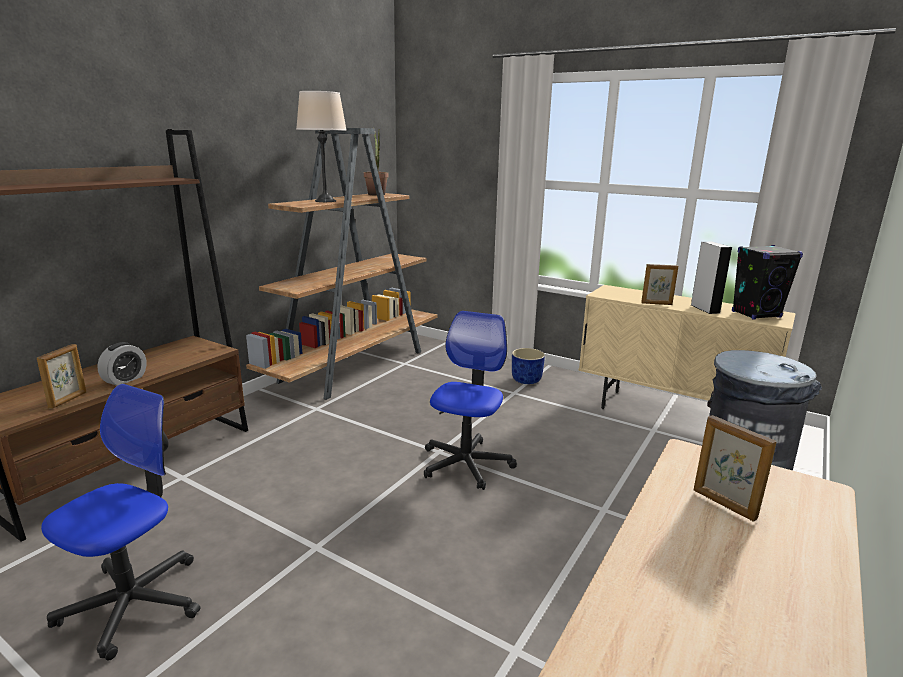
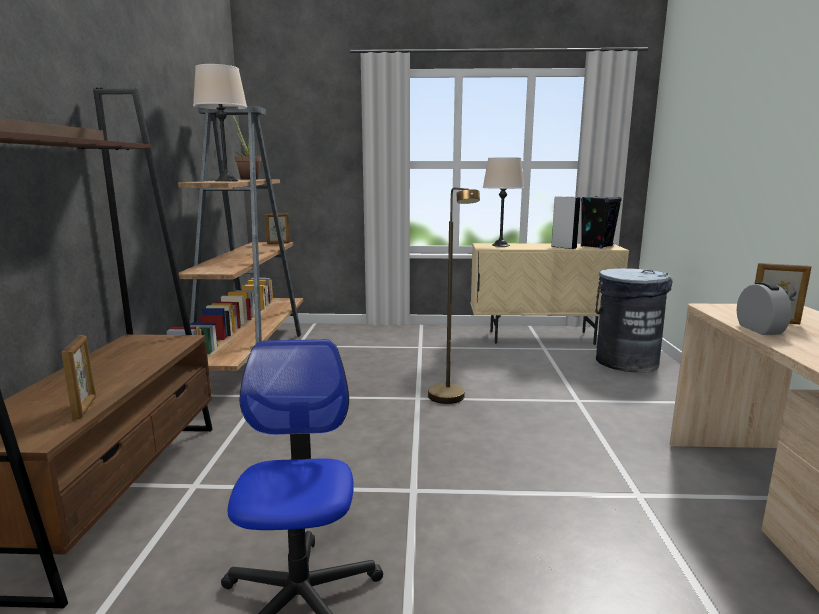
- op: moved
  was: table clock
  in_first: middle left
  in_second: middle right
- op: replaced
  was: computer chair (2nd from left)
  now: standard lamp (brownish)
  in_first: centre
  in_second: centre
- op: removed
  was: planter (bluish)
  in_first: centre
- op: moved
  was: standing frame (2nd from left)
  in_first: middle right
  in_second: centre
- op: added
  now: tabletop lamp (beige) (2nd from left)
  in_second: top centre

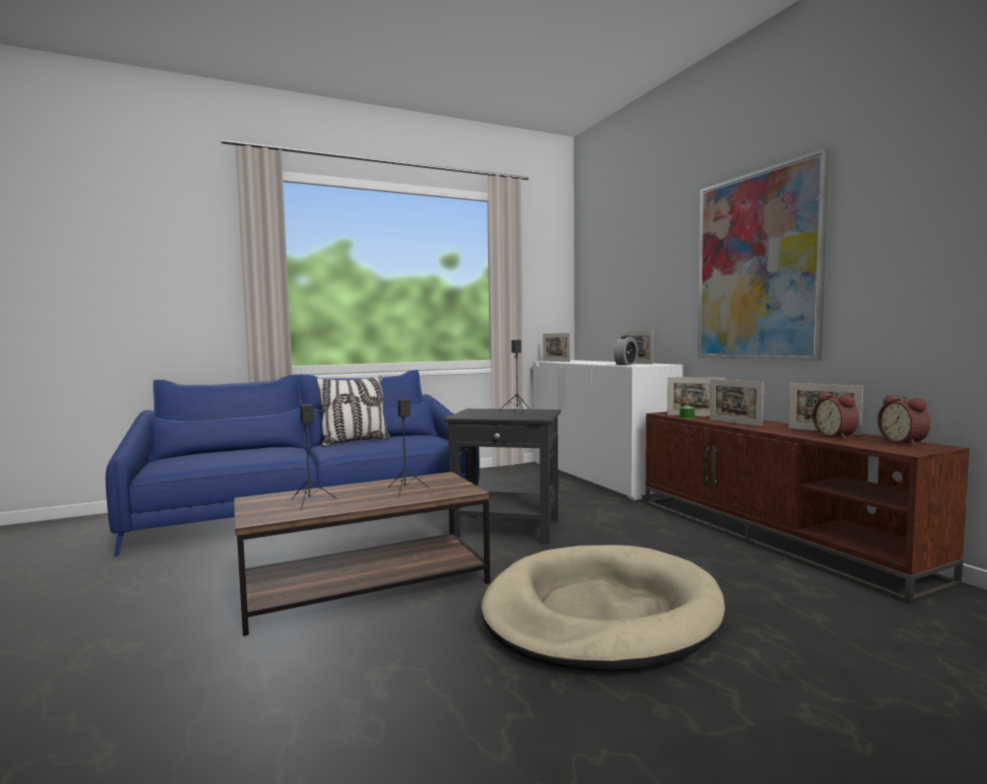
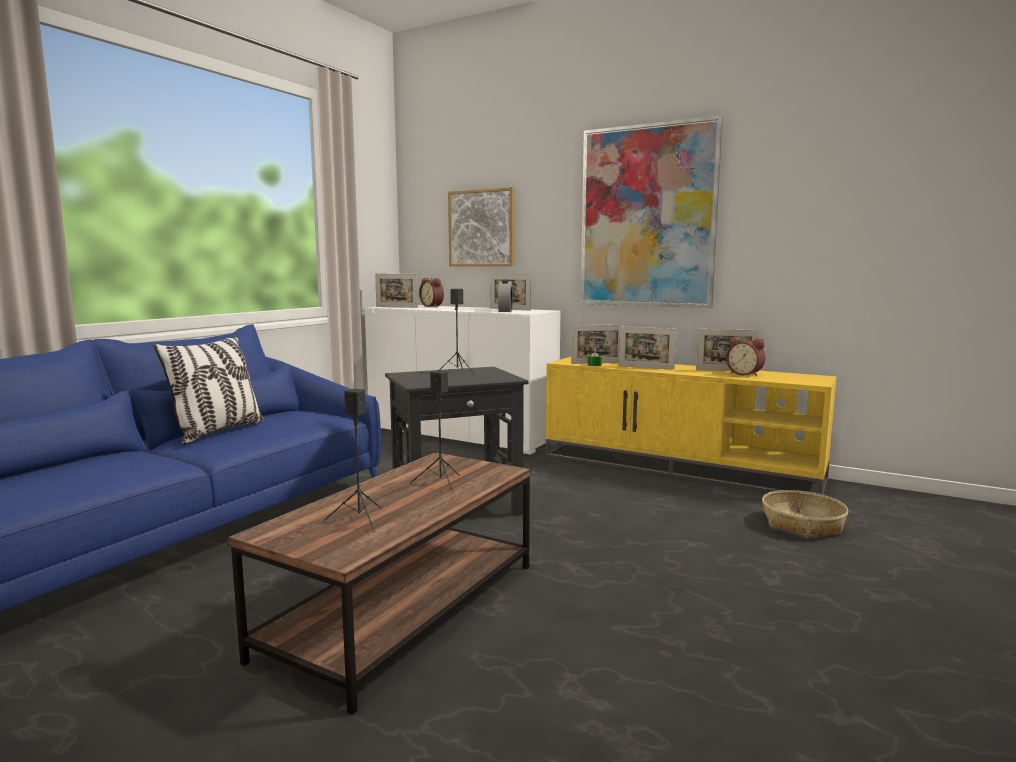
- op: removed
  was: pet bed (beige)
  in_first: bottom centre
- op: recoloured
  was: media console (brownish)
  now: media console (yellowish)
  in_first: middle right
  in_second: middle right
- op: moved
  was: table clock (3rd from left in the first image)
  now: table clock (1st from left)
  in_first: middle right
  in_second: centre
- op: added
  now: picture (1st from left)
  in_second: top centre
- op: added
  now: basket
  in_second: bottom right

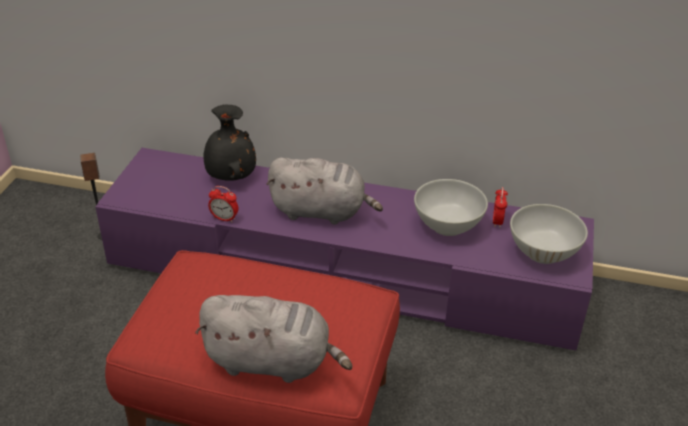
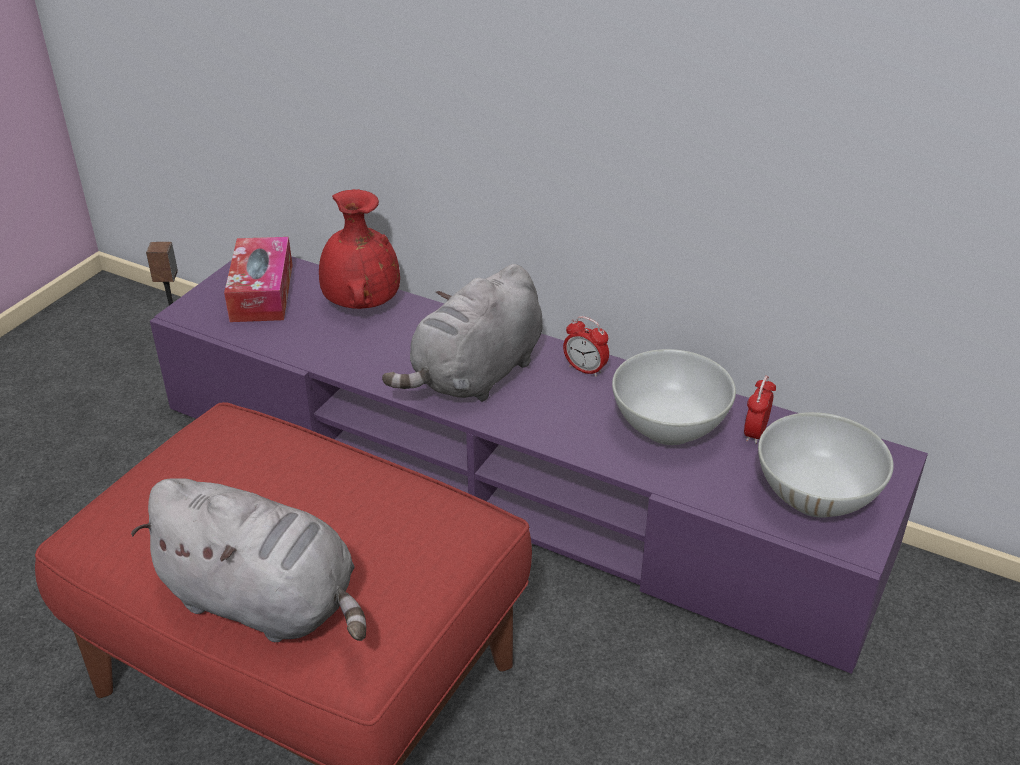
- op: recoloured
  was: vase (black)
  now: vase (red-coloured)
  in_first: middle left
  in_second: top centre
- op: moved
  was: table clock (1st from left)
  in_first: middle left
  in_second: centre
- op: turned
  was: soft toy (grey) (2nd from left)
  in_first: centre
  in_second: centre
  clockwise: 105
- op: added
  now: tissue holder
  in_second: middle left

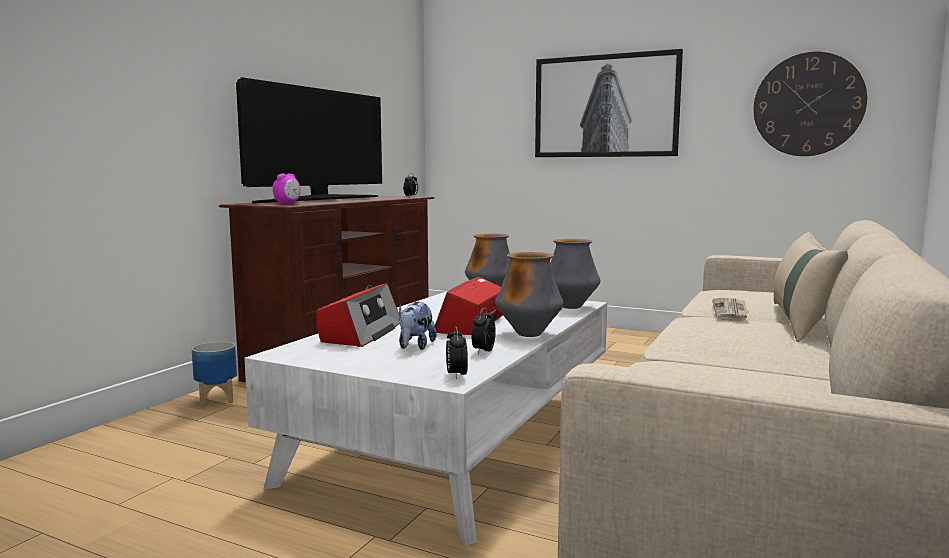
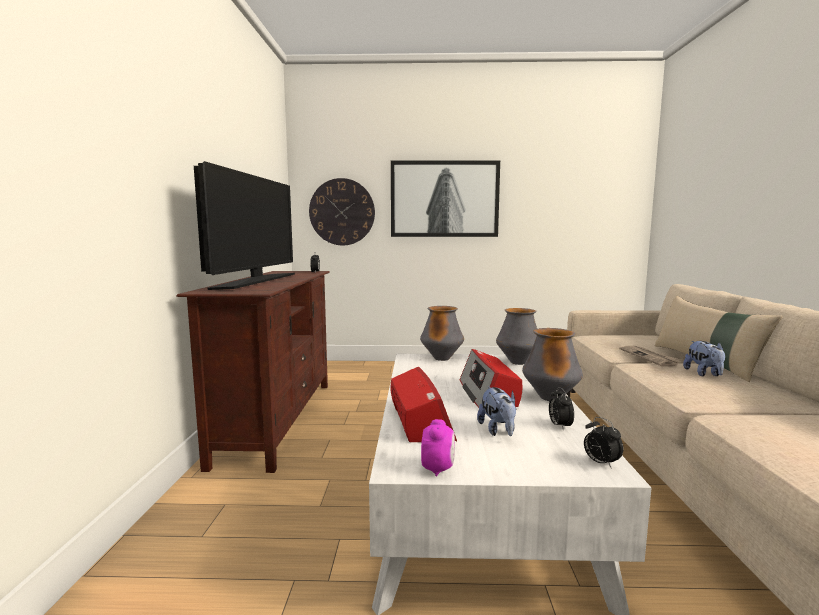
- op: removed
  was: planter
  in_first: bottom left
- op: moved
  was: table clock (1st from left in the first image)
  now: table clock (2nd from left)
  in_first: middle left
  in_second: bottom centre
- op: moved
  was: hanging clock
  in_first: top right
  in_second: centre
- op: added
  now: soft toy (2nd from left)
  in_second: middle right

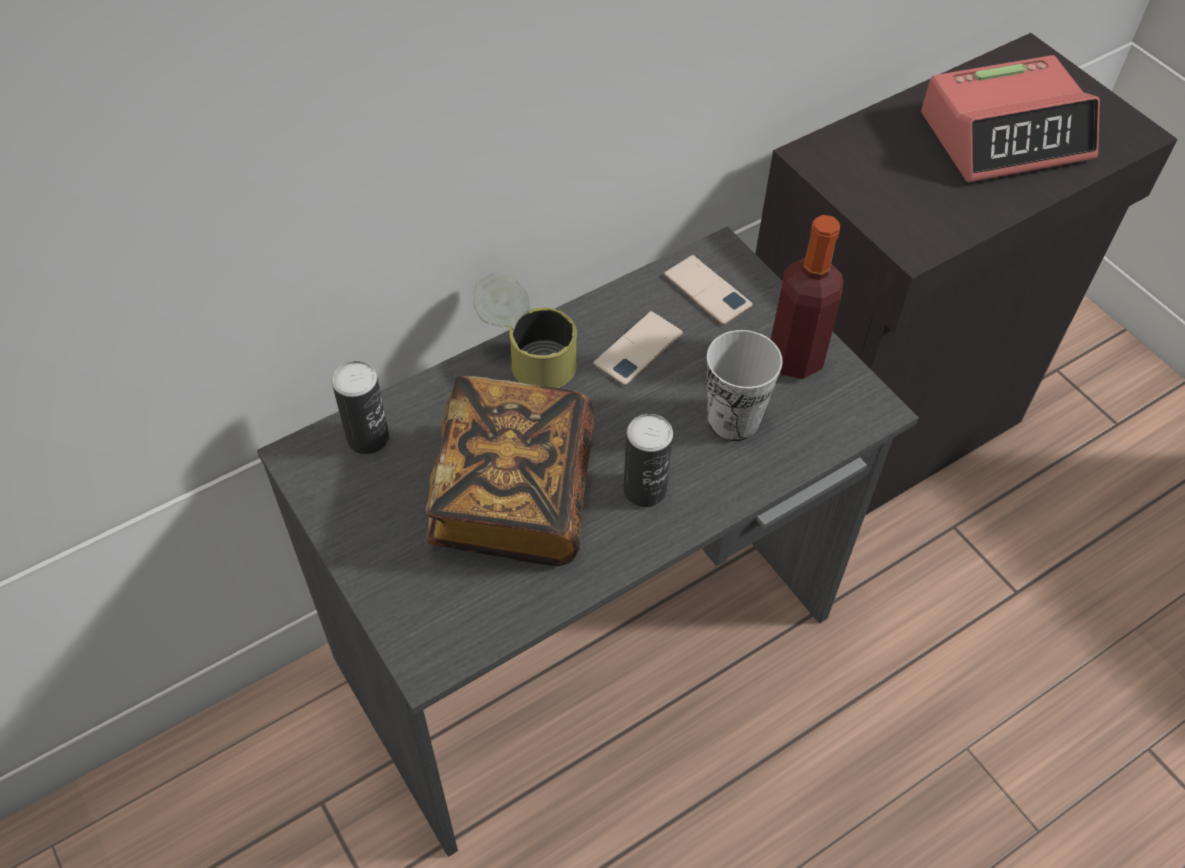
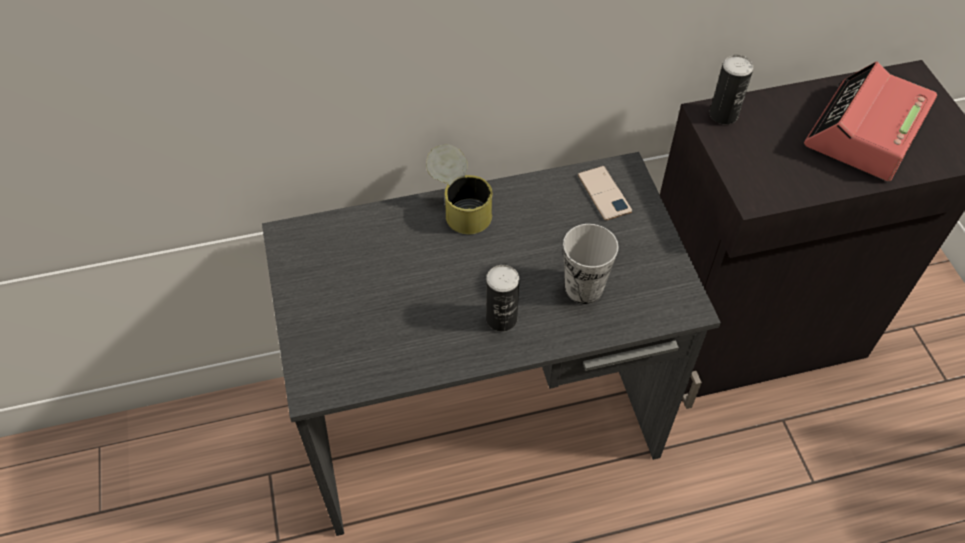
- op: moved
  was: can (1st from left in the first image)
  now: can (3rd from left)
  in_first: middle left
  in_second: top right
- op: removed
  was: volume
  in_first: centre
- op: removed
  was: phone (1st from left)
  in_first: centre
- op: removed
  was: beverage bottle
  in_first: middle right
- op: turned
  was: table clock
  in_first: top right
  in_second: top right
  clockwise: 120

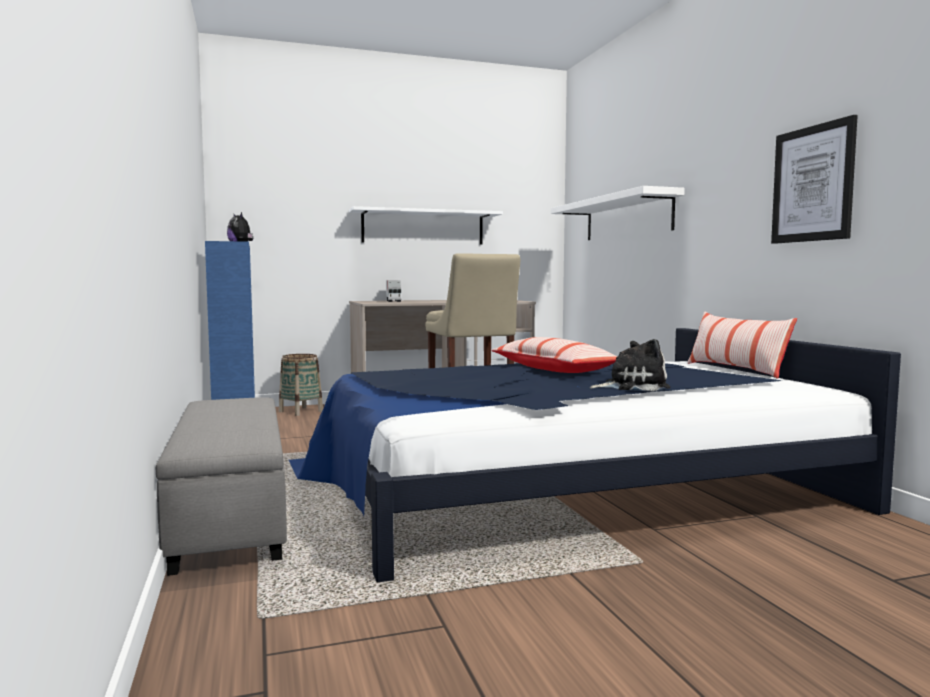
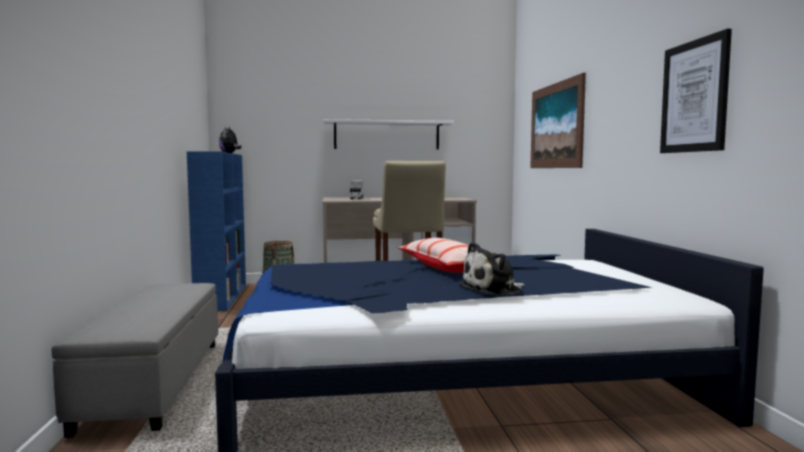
- op: replaced
  was: wall shelf (white) (2nd from left)
  now: picture (1st from left)
  in_first: top centre
  in_second: top right
- op: turned
  was: soft toy (2nd from left)
  in_first: middle right
  in_second: centre
  clockwise: 150
- op: removed
  was: cushion (2nd from left)
  in_first: middle right

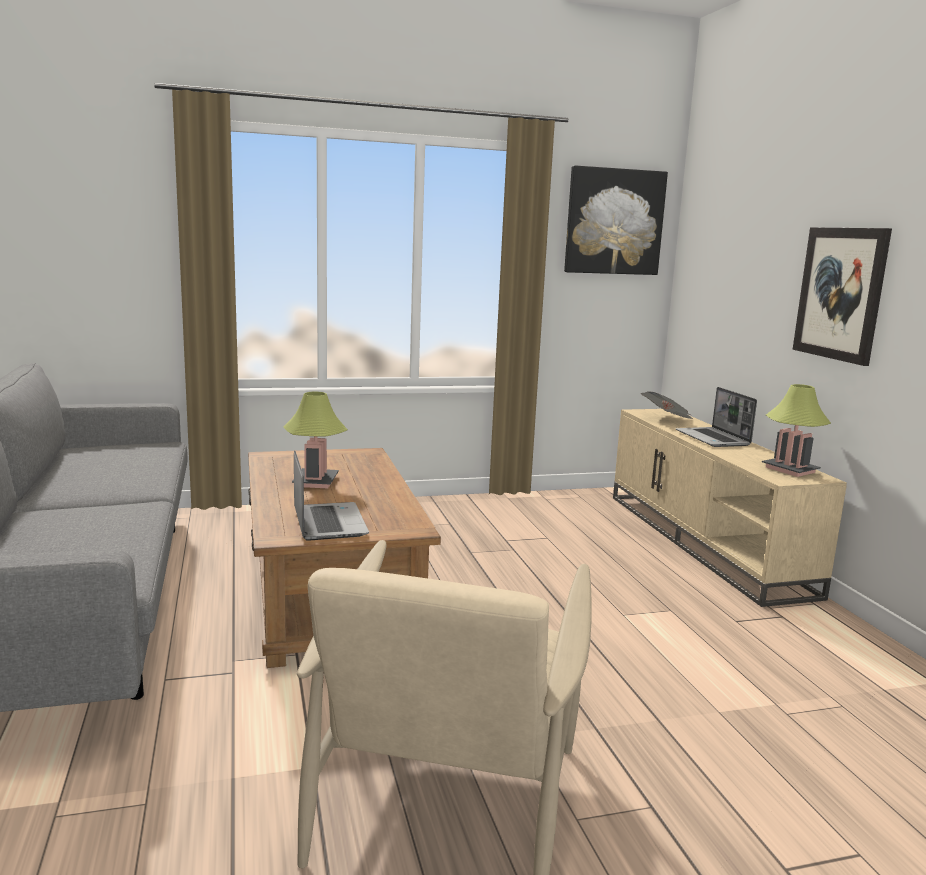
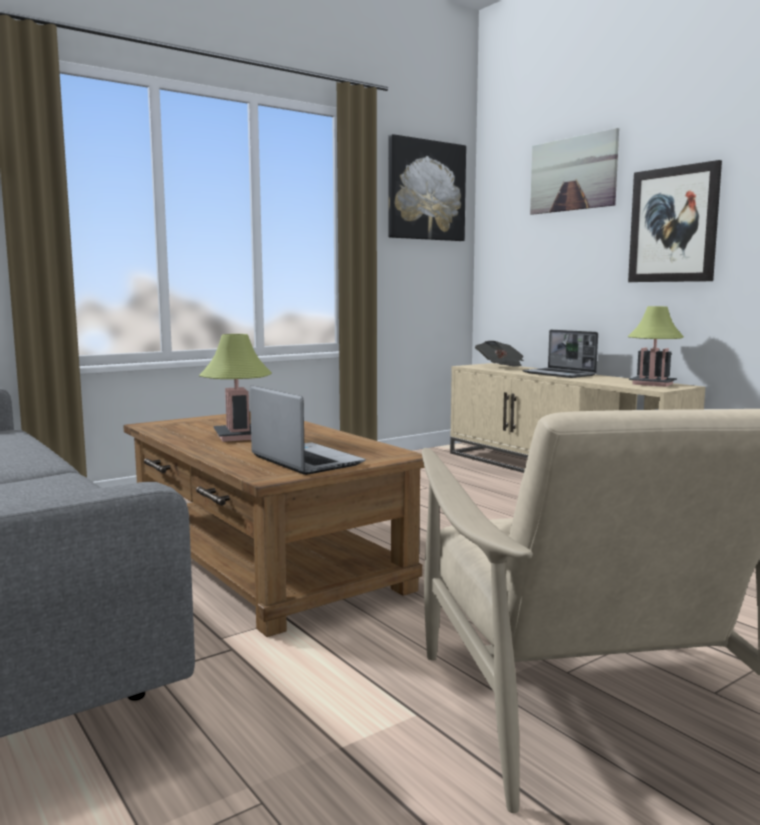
- op: added
  now: picture (2nd from left)
  in_second: top right

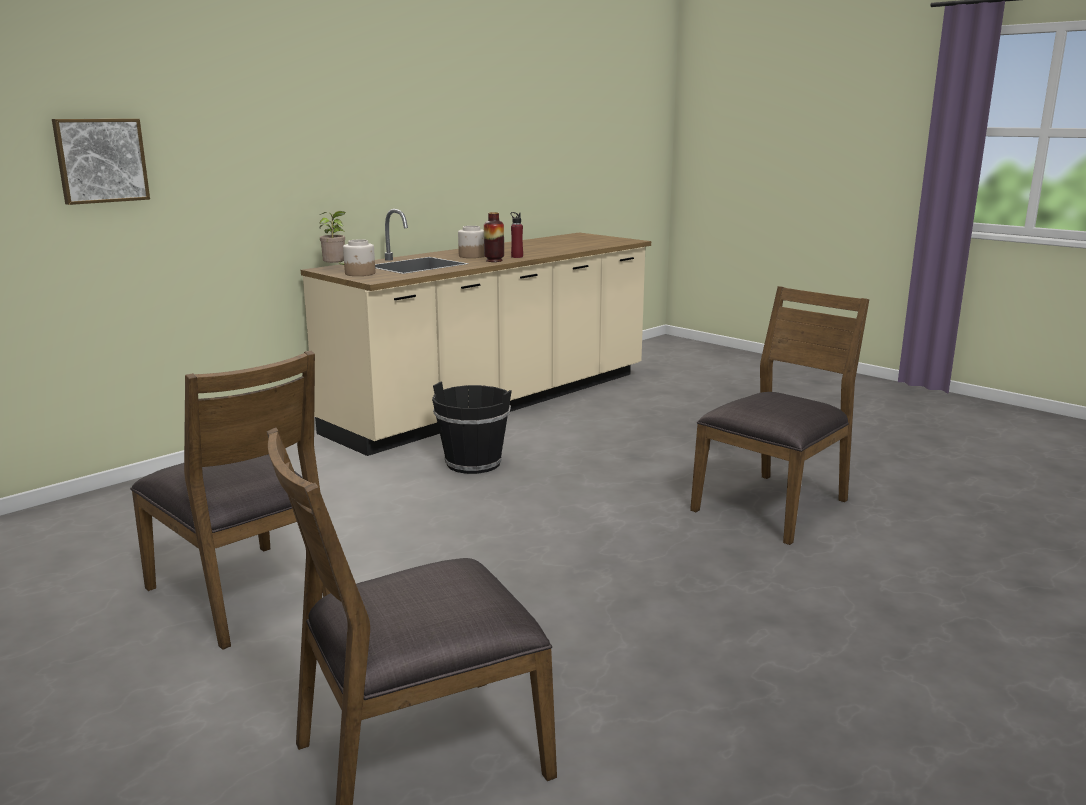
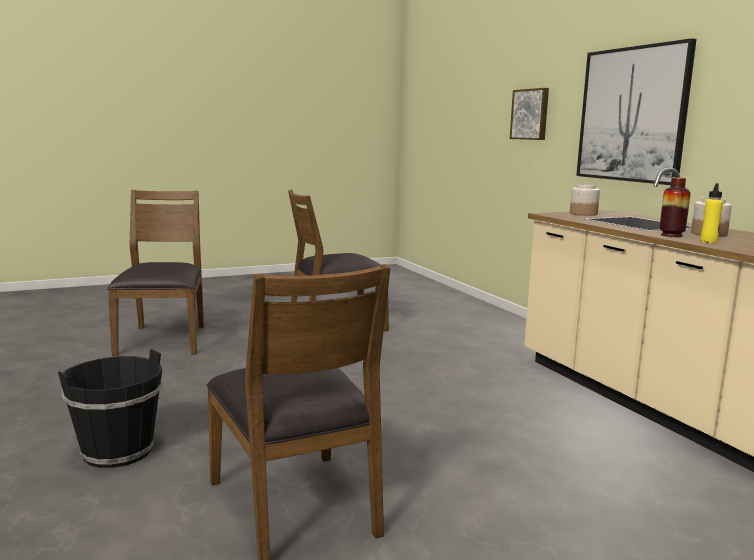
- op: removed
  was: plant in a pot
  in_first: top left
- op: moved
  was: pail (black)
  in_first: centre
  in_second: bottom left
- op: recoloured
  was: beverage bottle (red-coloured)
  now: beverage bottle (yellowish)
  in_first: top centre
  in_second: middle right
- op: added
  now: picture (2nd from left)
  in_second: top right

